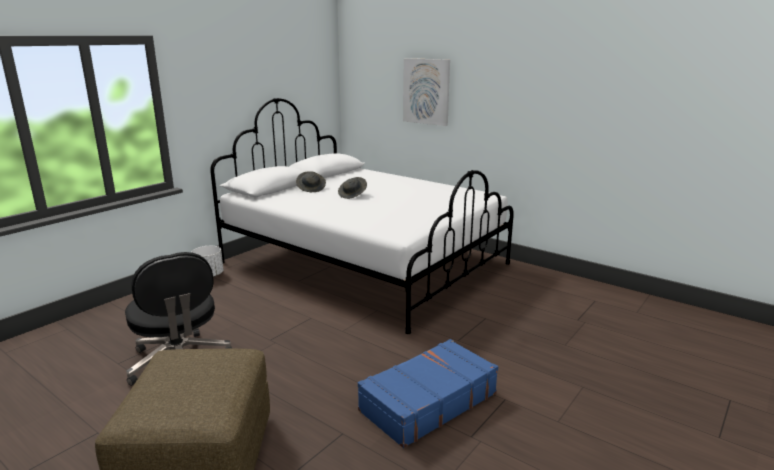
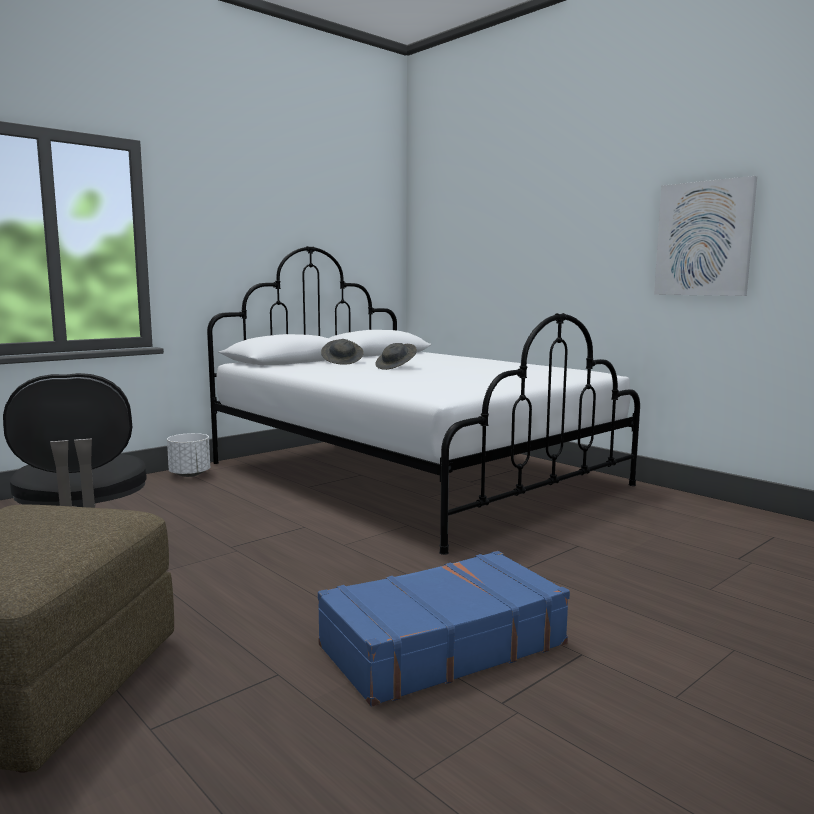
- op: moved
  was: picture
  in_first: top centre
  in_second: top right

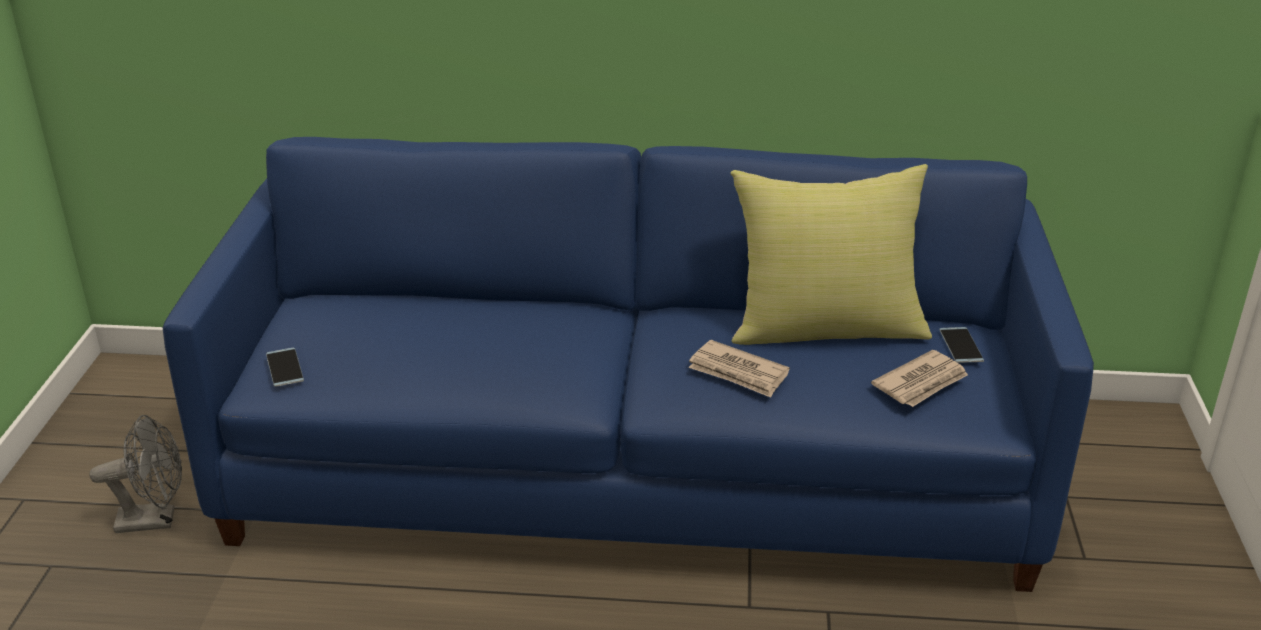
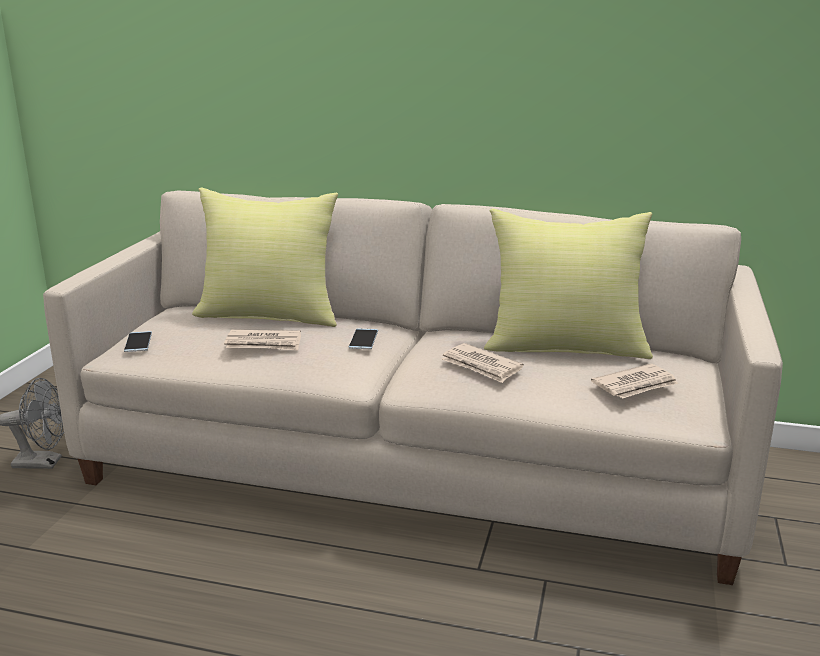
- op: recoloured
  was: sofa (bluish)
  now: sofa (beige)
  in_first: centre
  in_second: centre
- op: moved
  was: phone (2nd from left)
  in_first: middle right
  in_second: centre
- op: added
  now: cushion (yellowish) (1st from left)
  in_second: middle left
- op: added
  now: printed paper (1st from left)
  in_second: middle left

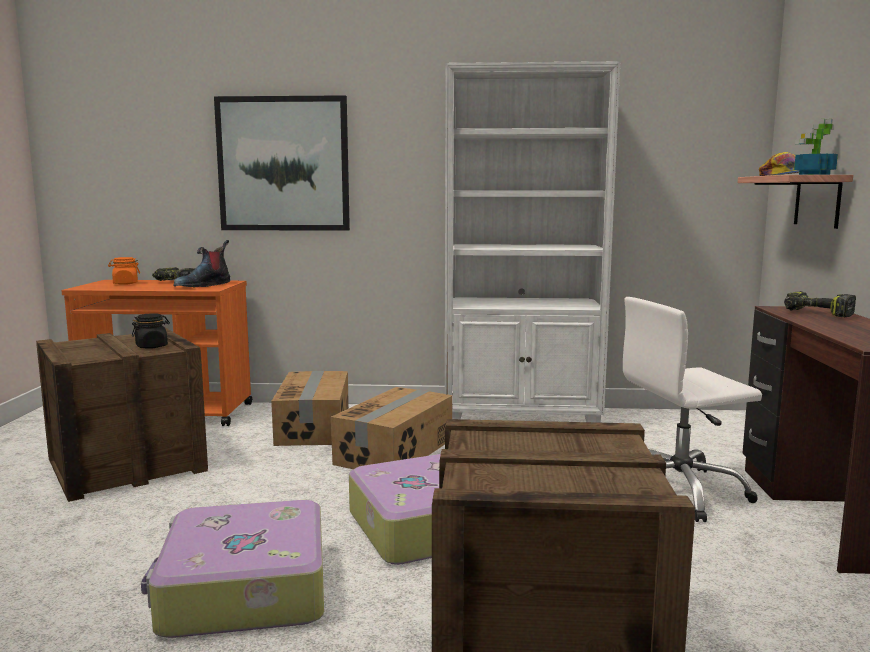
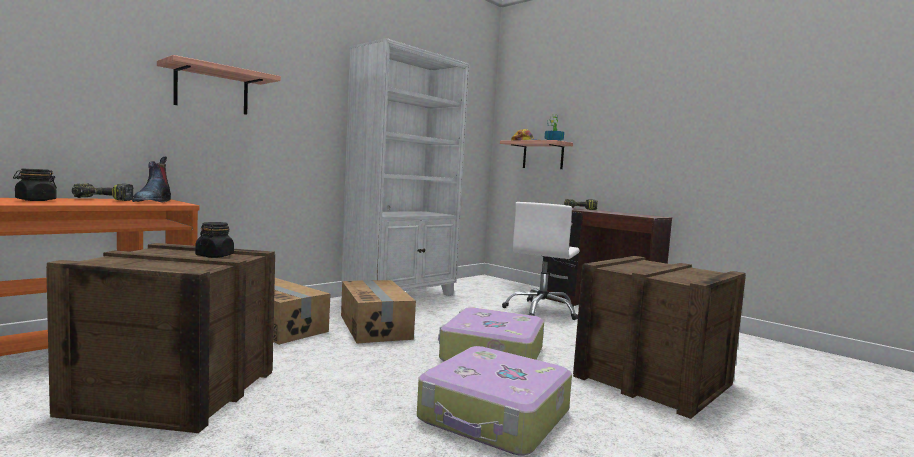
- op: recoloured
  was: jar (orange)
  now: jar (black) (1st from left)
  in_first: middle left
  in_second: middle left
- op: replaced
  was: picture
  now: wall shelf (1st from left)
  in_first: top left
  in_second: top left

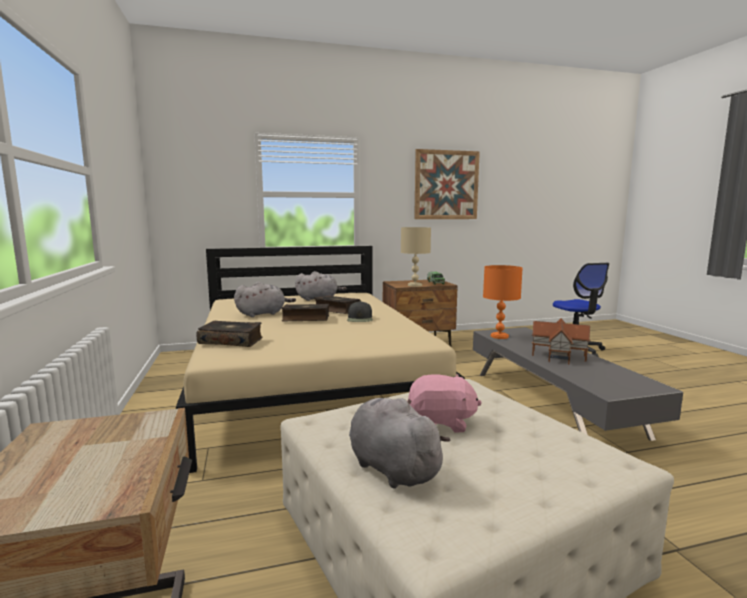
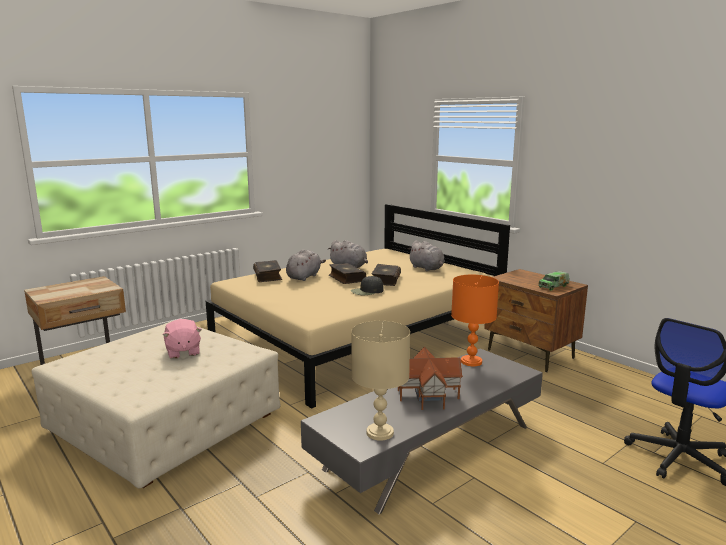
- op: moved
  was: soft toy (grey) (3rd from left in the first image)
  now: soft toy (grey) (1st from left)
  in_first: bottom centre
  in_second: centre
- op: moved
  was: tabletop lamp (beige)
  in_first: centre
  in_second: bottom centre
- op: removed
  was: picture
  in_first: top centre

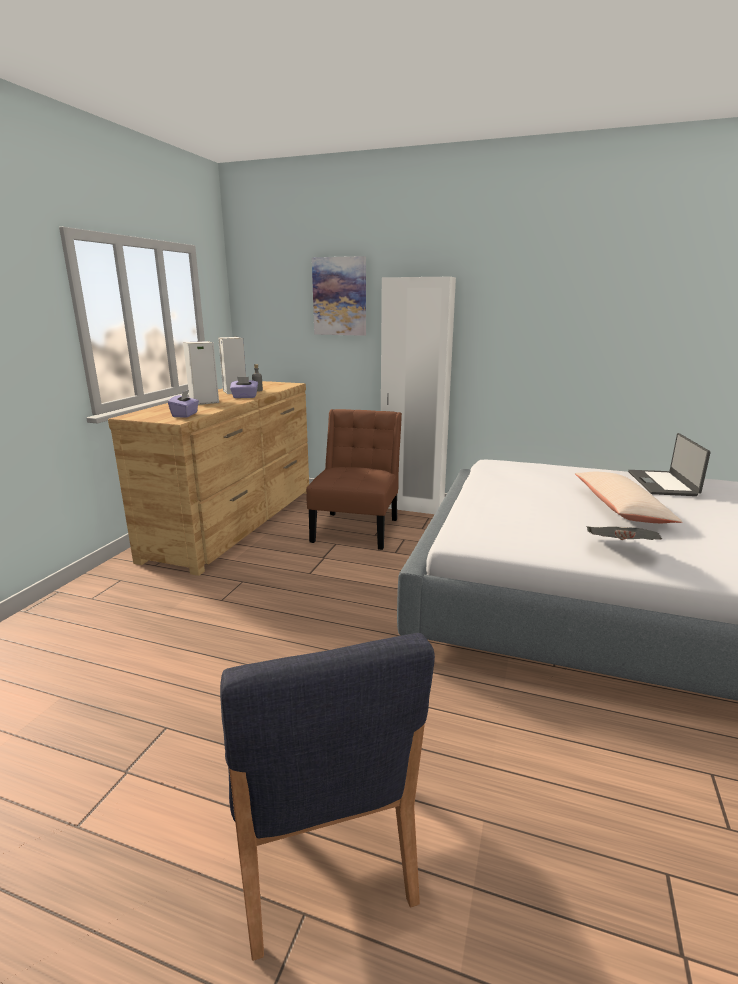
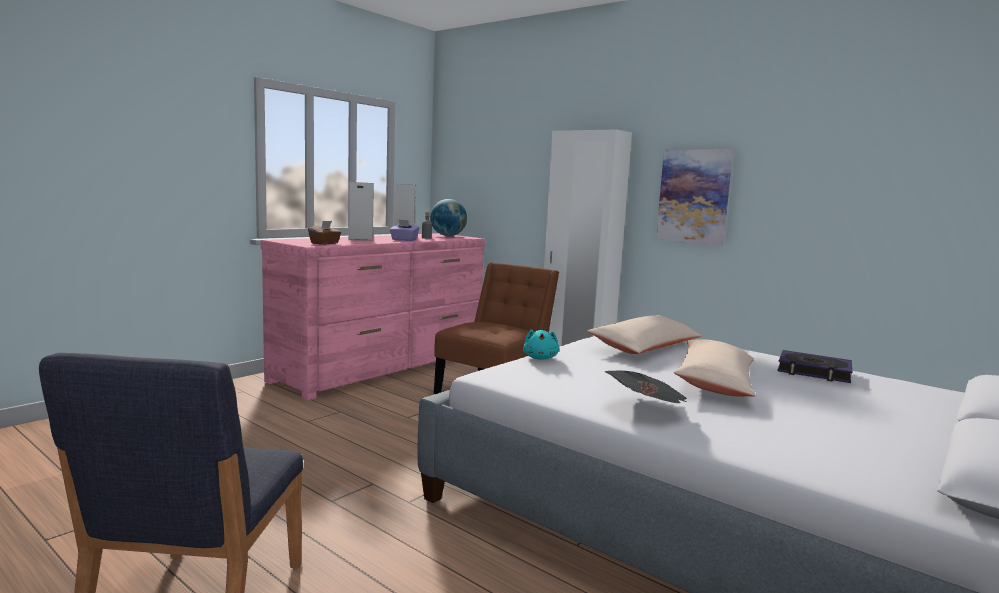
- op: recoloured
  was: chest of drawers (brownish)
  now: chest of drawers (pink)
  in_first: middle left
  in_second: centre
- op: recoloured
  was: tissue holder (purplish) (1st from left)
  now: tissue holder (brownish)
  in_first: middle left
  in_second: middle left
- op: moved
  was: picture
  in_first: top centre
  in_second: top right
- op: replaced
  was: notebook computer
  now: volume
  in_first: middle right
  in_second: middle right
- op: added
  now: globe
  in_second: centre
- op: added
  now: soft toy (turquoise)
  in_second: centre
- op: added
  now: cushion (beige) (1st from left)
  in_second: centre

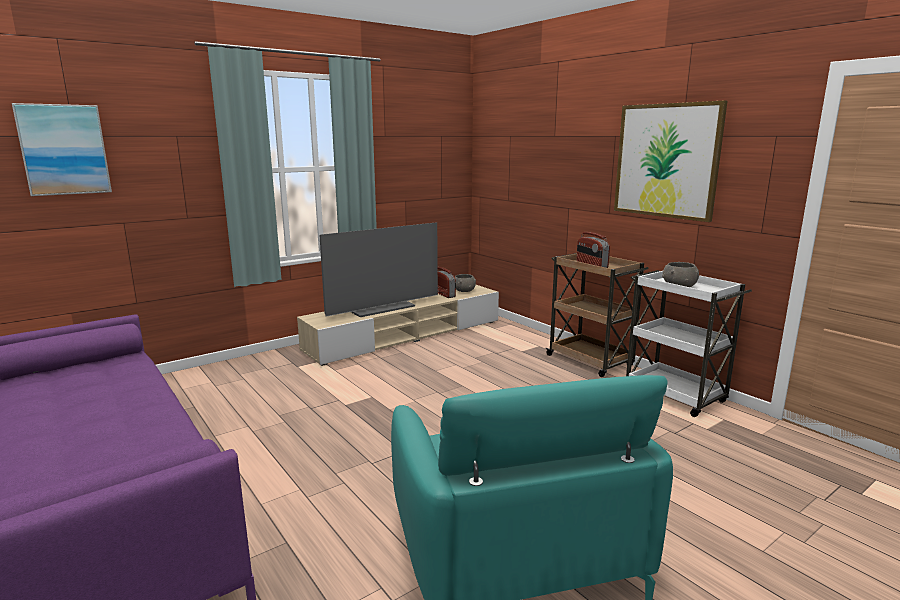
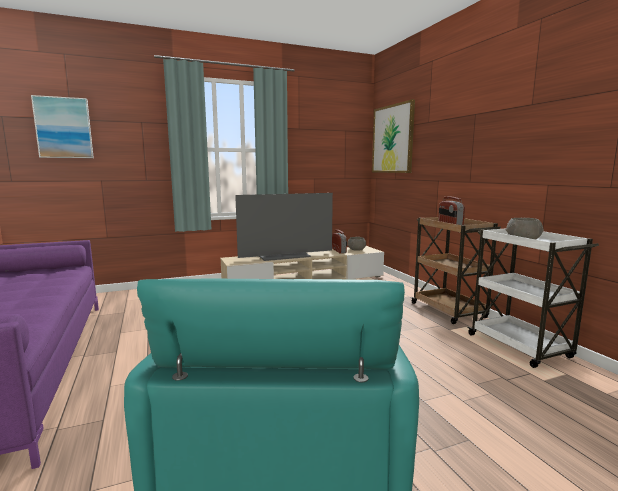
- op: moved
  was: picture (2nd from left)
  in_first: top right
  in_second: top centre

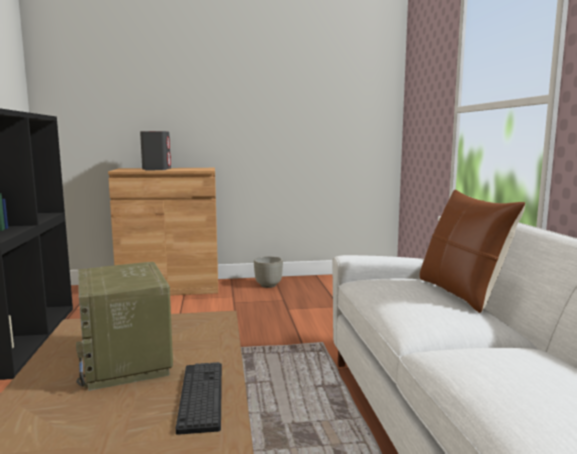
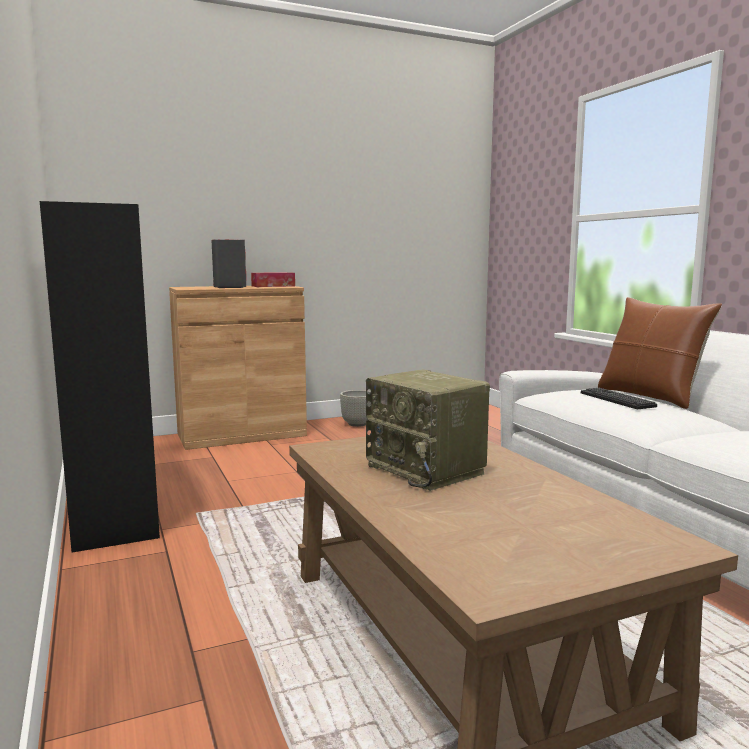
- op: moved
  was: computer keyboard
  in_first: bottom centre
  in_second: middle right
- op: added
  now: tissue holder
  in_second: centre

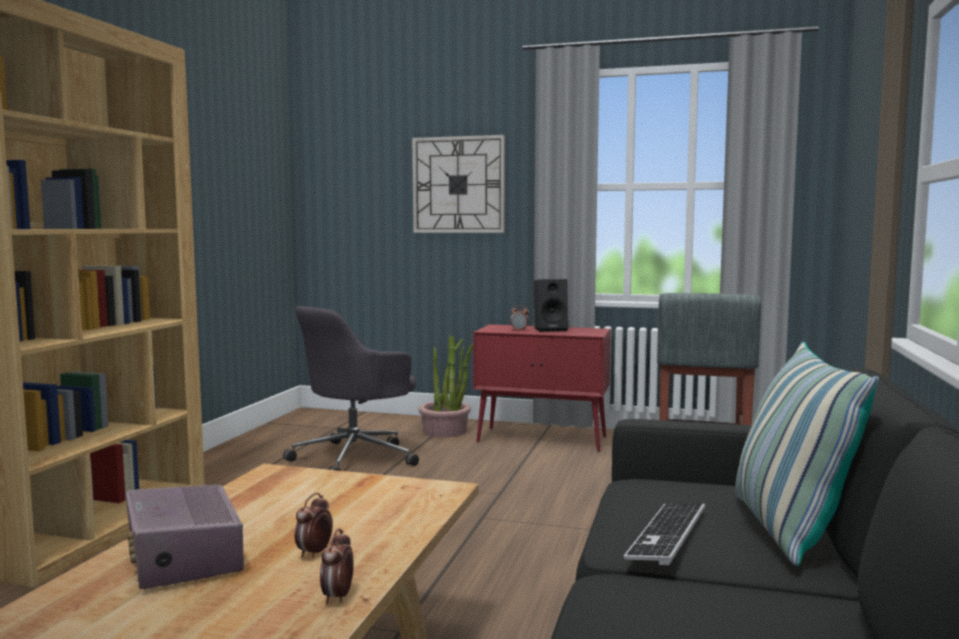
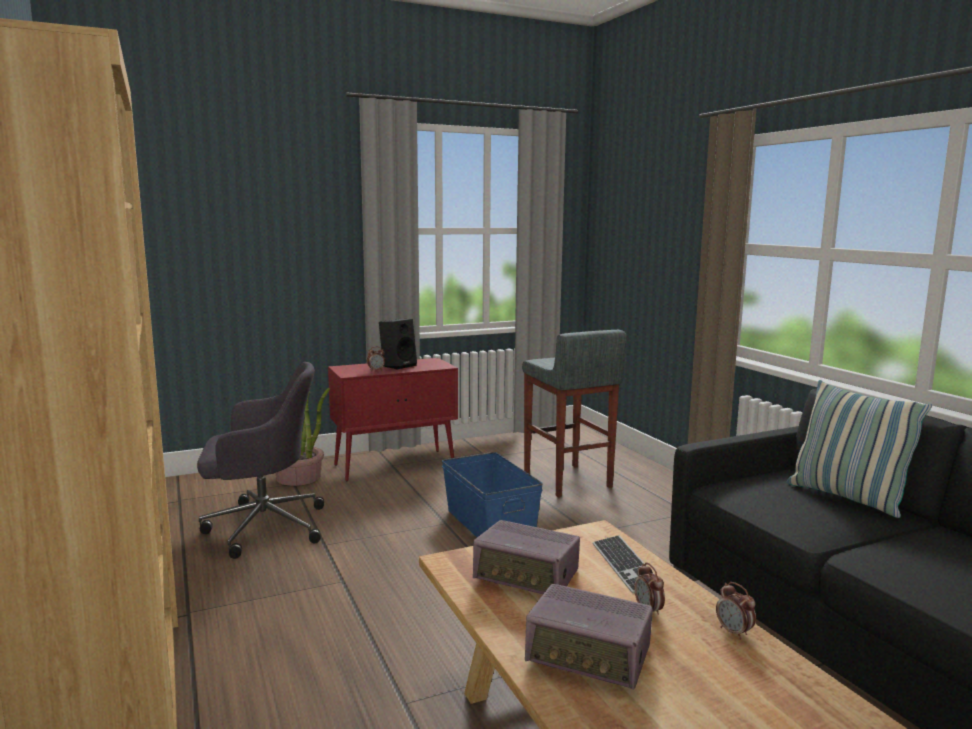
- op: turned
  was: computer chair (grey)
  in_first: centre
  in_second: middle left
  clockwise: -105
- op: removed
  was: hanging clock
  in_first: top centre
- op: moved
  was: computer keyboard
  in_first: bottom right
  in_second: bottom centre
- op: added
  now: storage bin (bluish)
  in_second: bottom centre
- op: added
  now: radio set (1st from left)
  in_second: bottom centre

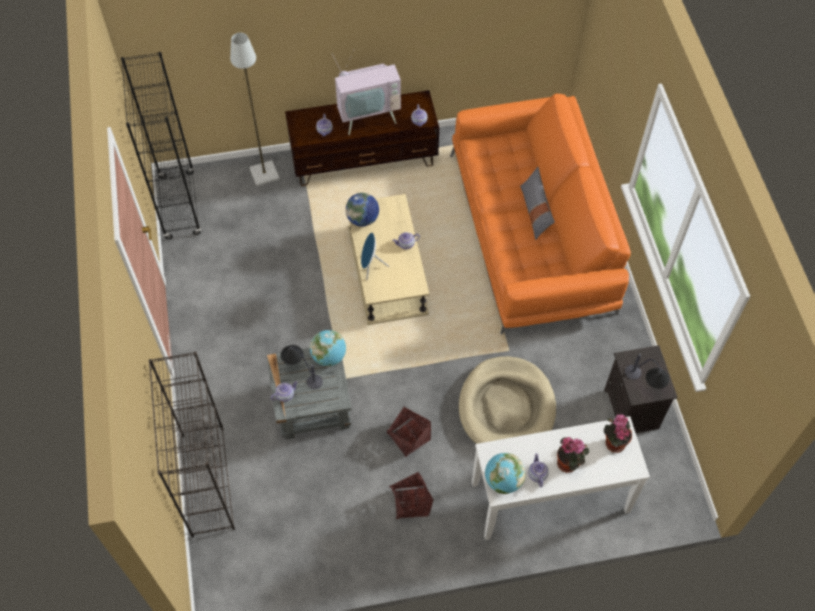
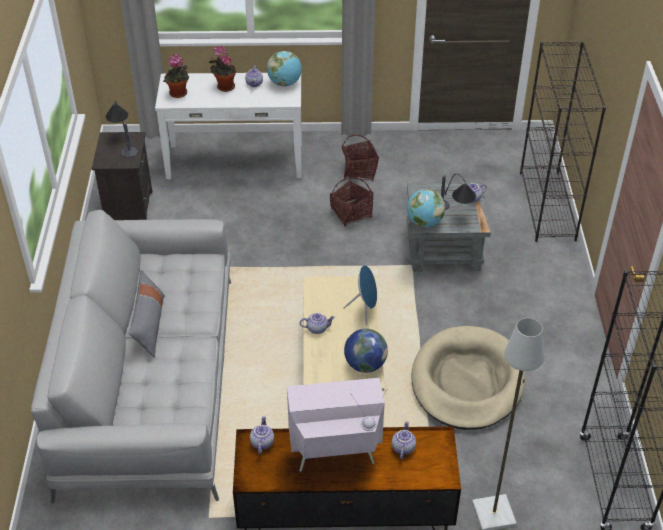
- op: recoloured
  was: sofa (orange)
  now: sofa (grey)
  in_first: centre
  in_second: bottom left
- op: moved
  was: pet bed (beige)
  in_first: centre
  in_second: bottom right

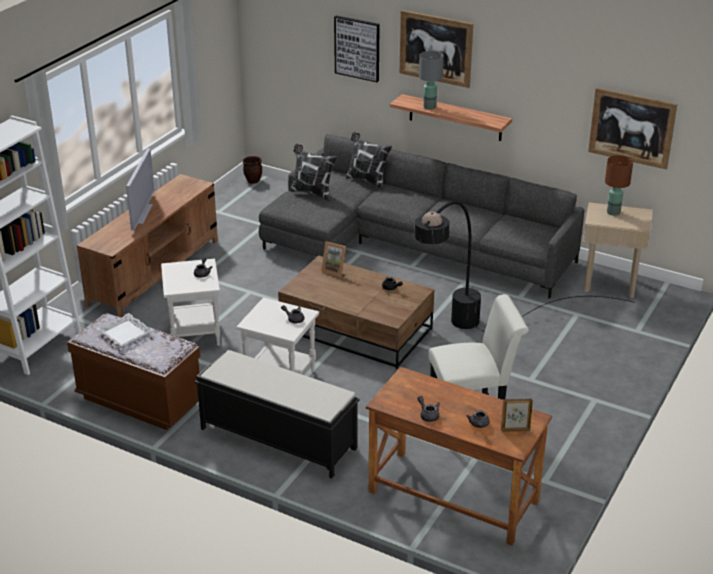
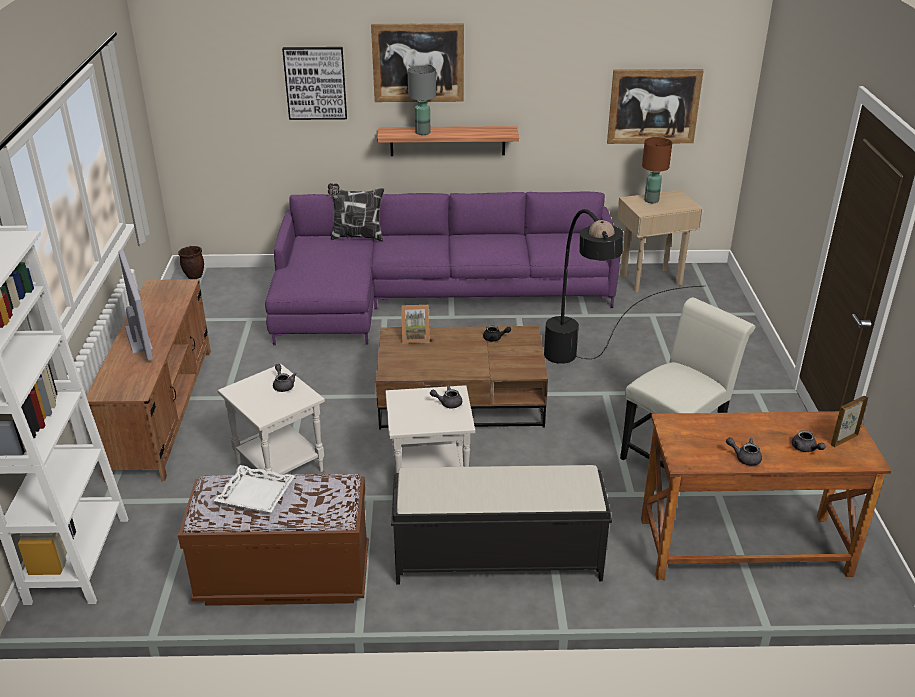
- op: recoloured
  was: sofa (grey)
  now: sofa (purplish)
  in_first: centre
  in_second: centre
- op: removed
  was: cushion (1st from left)
  in_first: top centre

